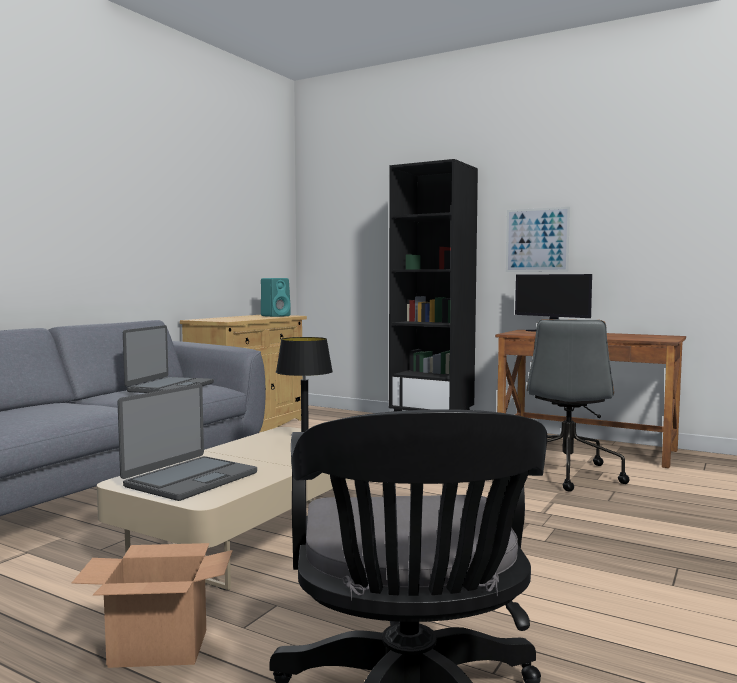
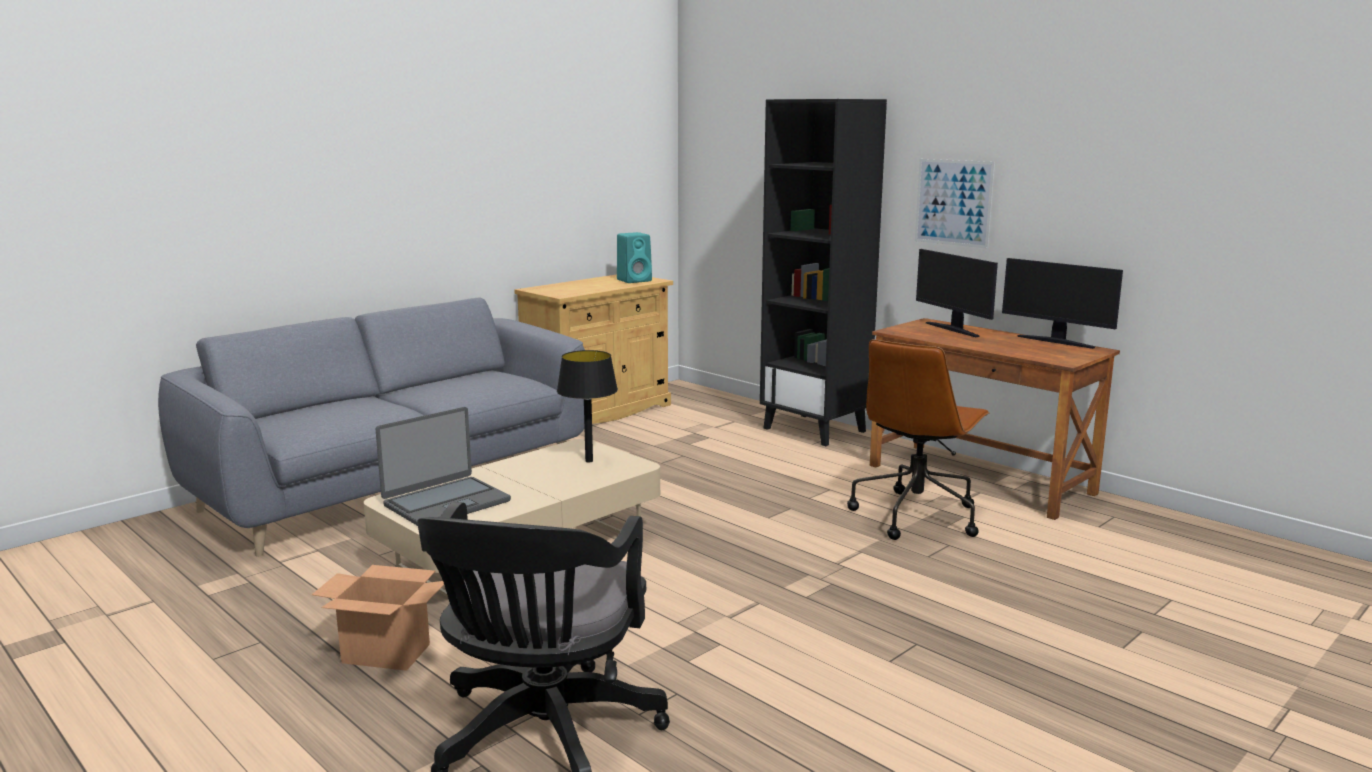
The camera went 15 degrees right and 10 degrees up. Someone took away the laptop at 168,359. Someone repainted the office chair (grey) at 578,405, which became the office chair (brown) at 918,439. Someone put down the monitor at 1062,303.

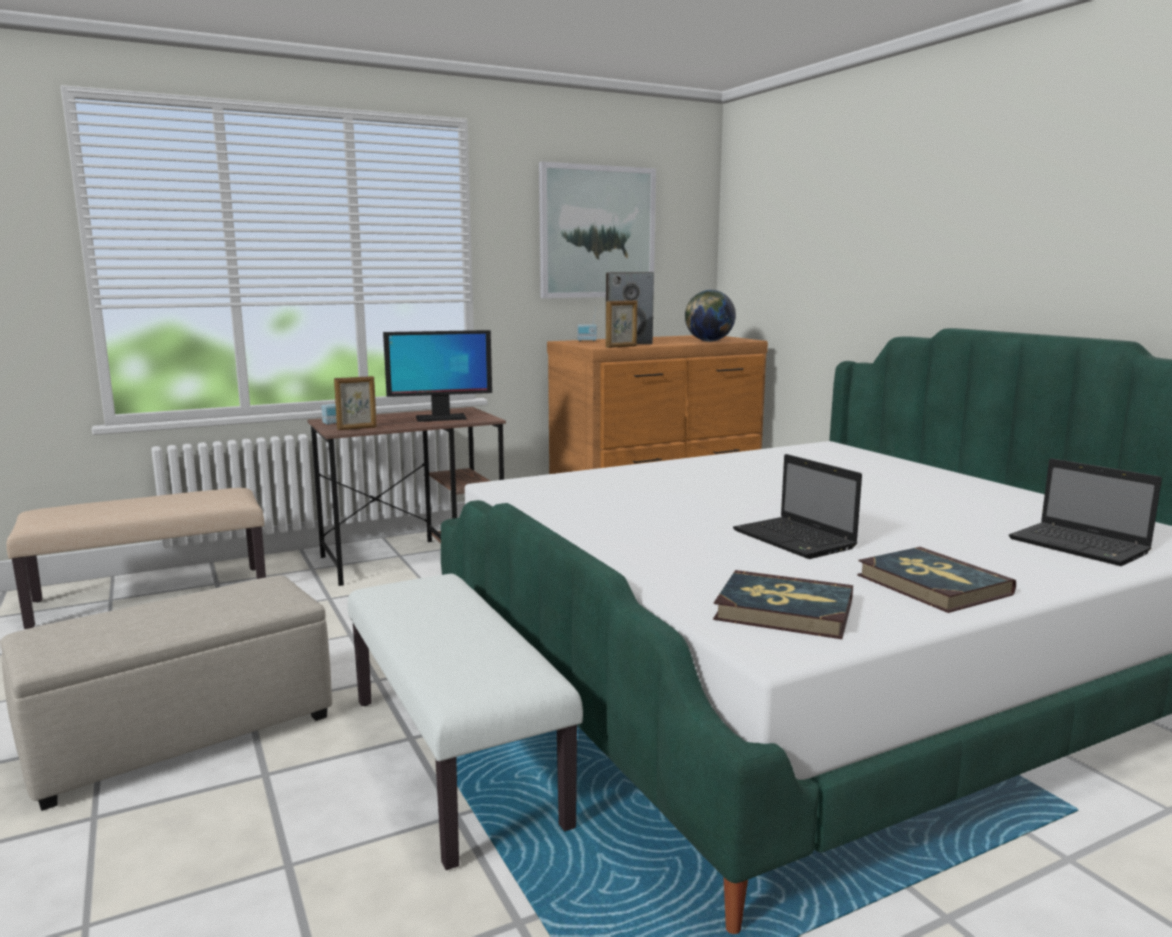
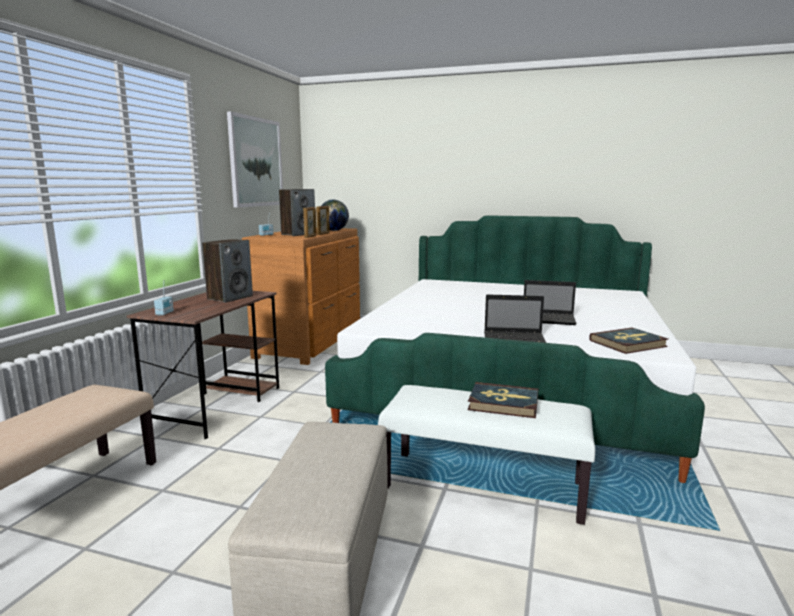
The camera went 45 degrees left and 0 degrees up. Someone carried the picture frame from 355,403 to 323,220. Someone swapped the monitor at 437,376 for the speaker at 227,271. Someone carried the book from 936,580 to 503,400. Someone carried the laptop from 1085,512 to 515,318.

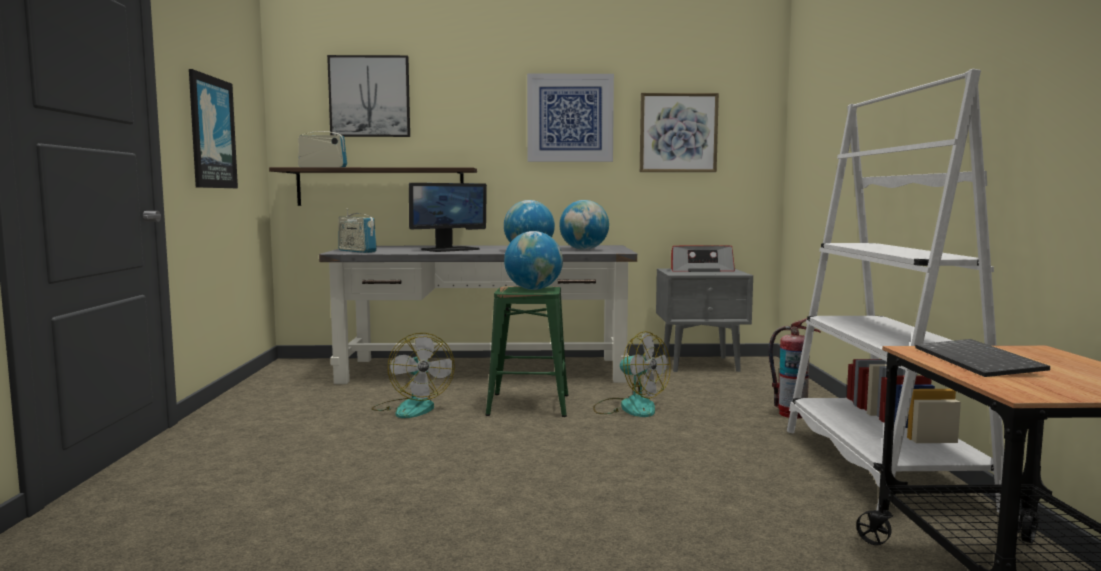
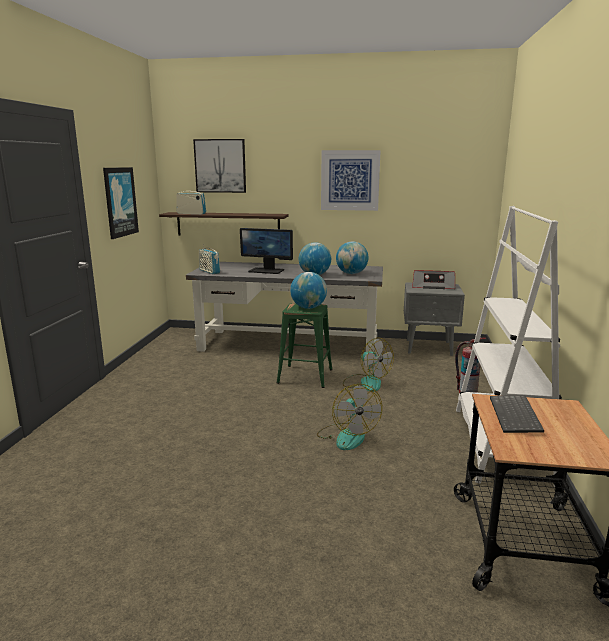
The camera went 10 degrees right and 10 degrees up. Someone carried the fan from 413,375 to 349,417. Someone rotated the monitor at 448,217 by 45 degrees clockwise. Someone took away the picture at 679,132.

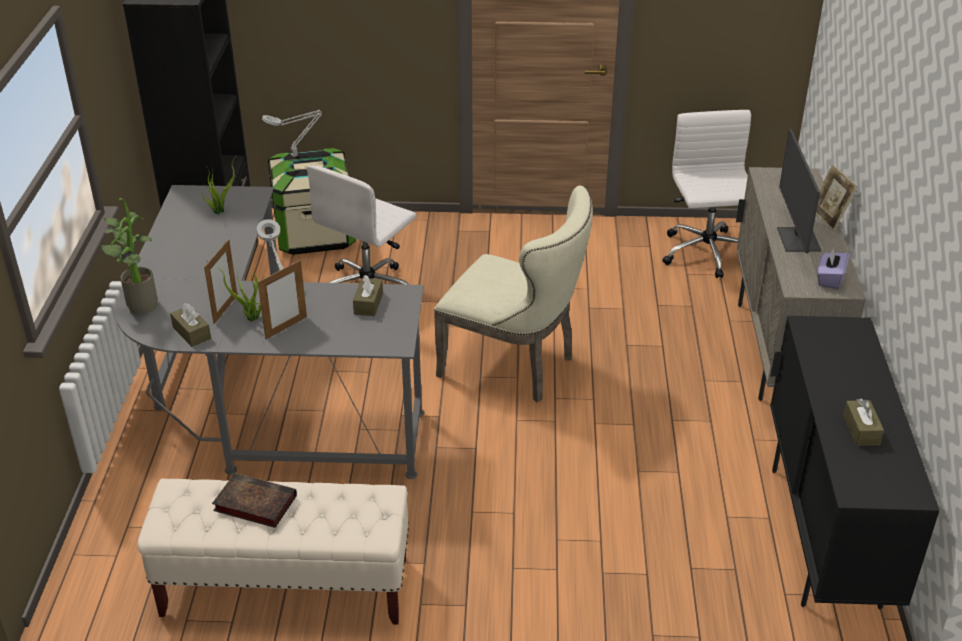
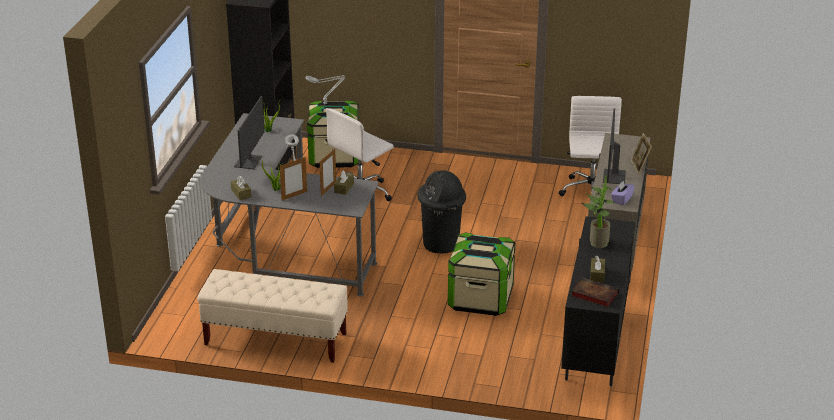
The camera went 10 degrees right and 5 degrees down. Someone carried the potted plant from 128,256 to 598,212. Someone carried the picture frame from 220,281 to 328,172. Someone carried the book from 254,500 to 594,292. Someone swapped the chair (beige) at 513,294 for the trash can (black) at 441,211. Someone put down the monitor at 249,132. Someone put down the storage box at 481,274.

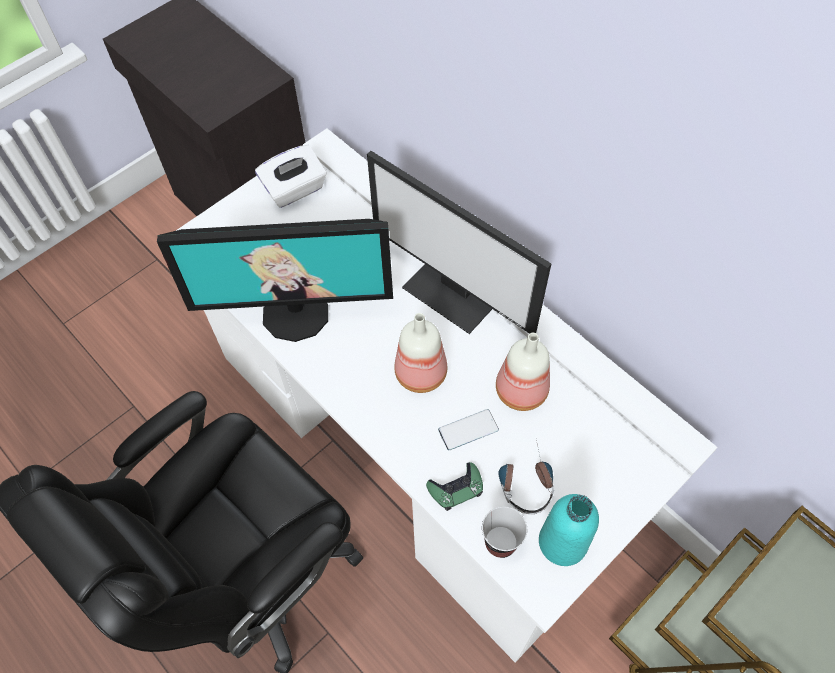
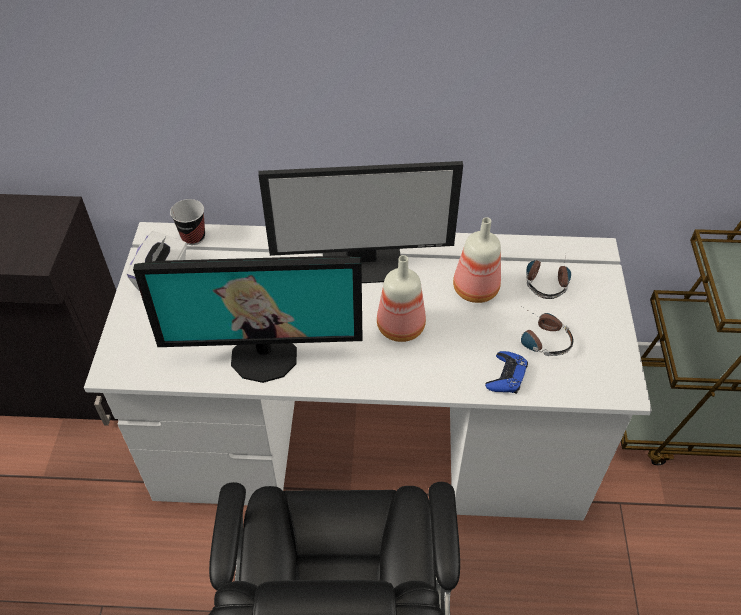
The camera went 45 degrees left and 10 degrees down. Someone rotated the monitor at 275,280 by 45 degrees clockwise. Someone repainted the game controller (green) at 454,486, which became the game controller (blue) at 506,372. Someone took away the phone at 468,429. Someone carried the cup from 504,532 to 187,222. Someone took away the bottle (turquoise) at 569,530. Someone put down the headphones at 548,276.

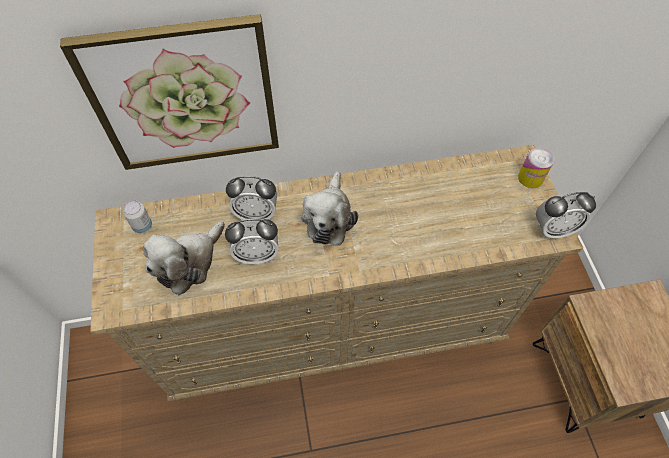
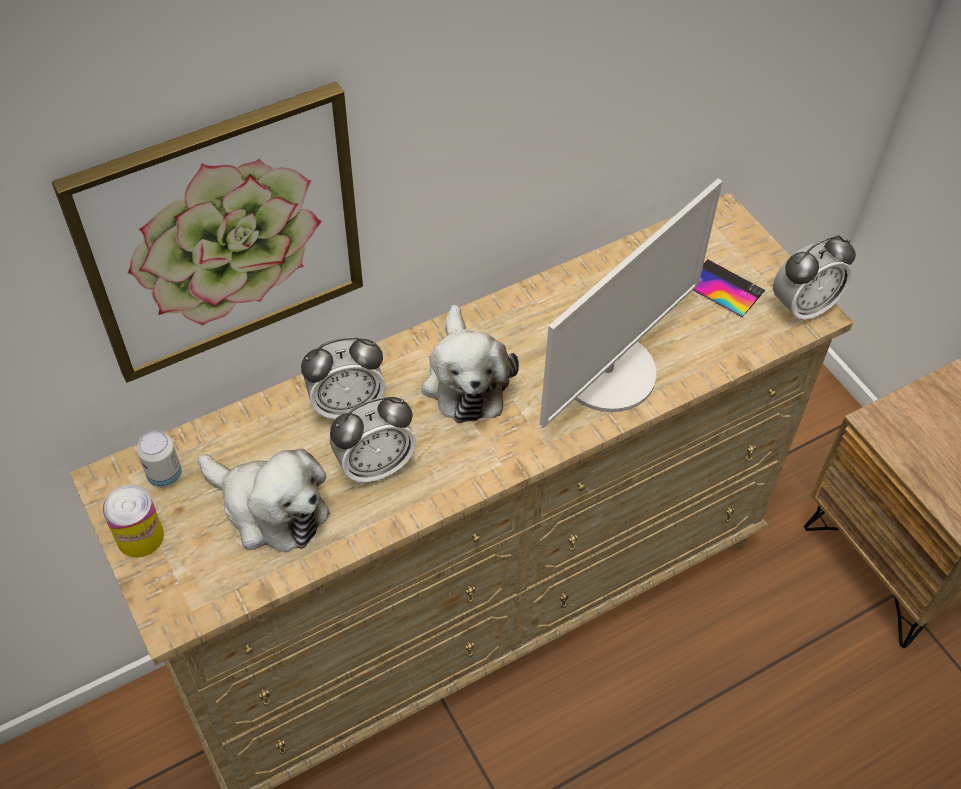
The camera went 20 degrees left and 5 degrees down. Someone rotated the plush toy at 184,258 by 75 degrees counterclockwise. Someone carried the can from 536,168 to 133,520. Someone put down the monitor at 631,302. Someone put down the phone at 729,288.

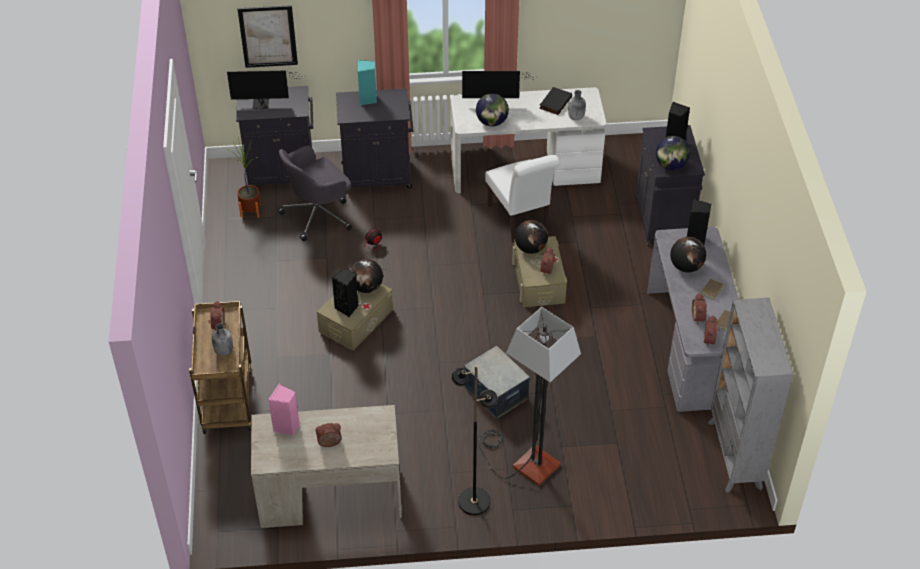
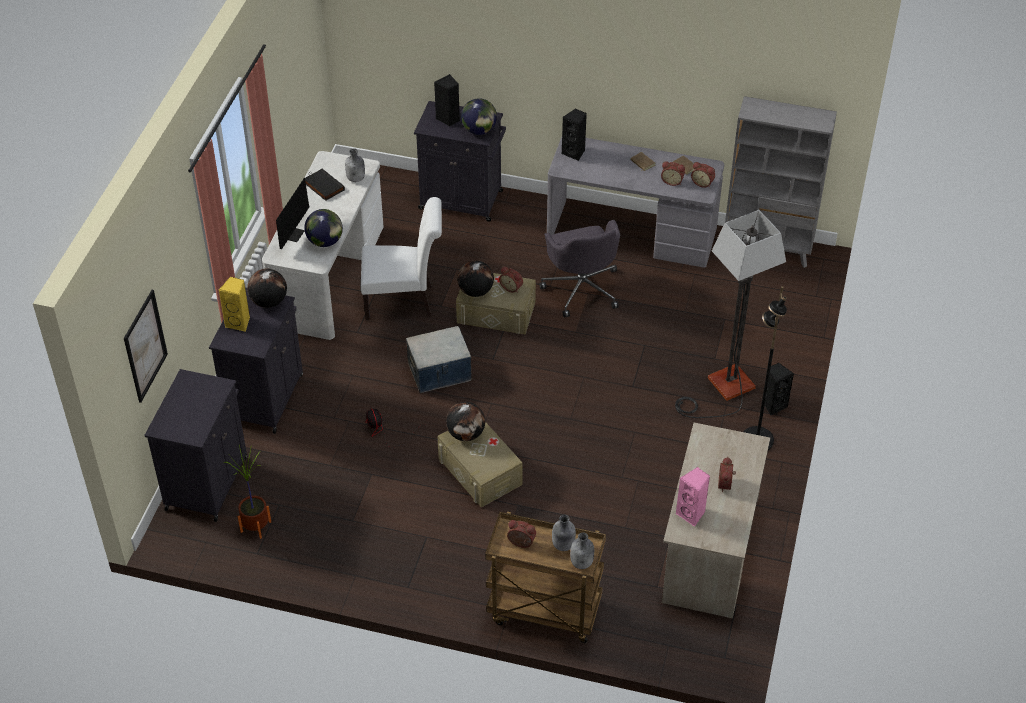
The camera went 70 degrees left and 0 degrees up. Someone took away the monitor at 266,90. Someone carried the office chair (grey) from 315,193 to 579,269. Someone carried the speaker (black) from 345,292 to 779,389. Someone repainted the speaker (turquoise) at 367,82, which became the speaker (yellow) at 234,304. Someone carried the storage box from 497,382 to 439,359. Someone carried the globe from 688,254 to 267,288. Someone put down the bottle (grey) at 582,550.

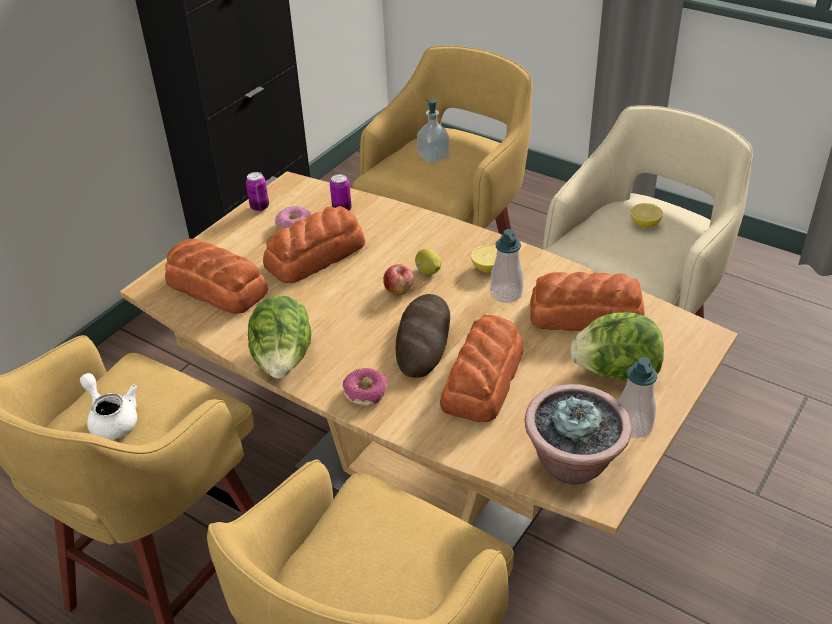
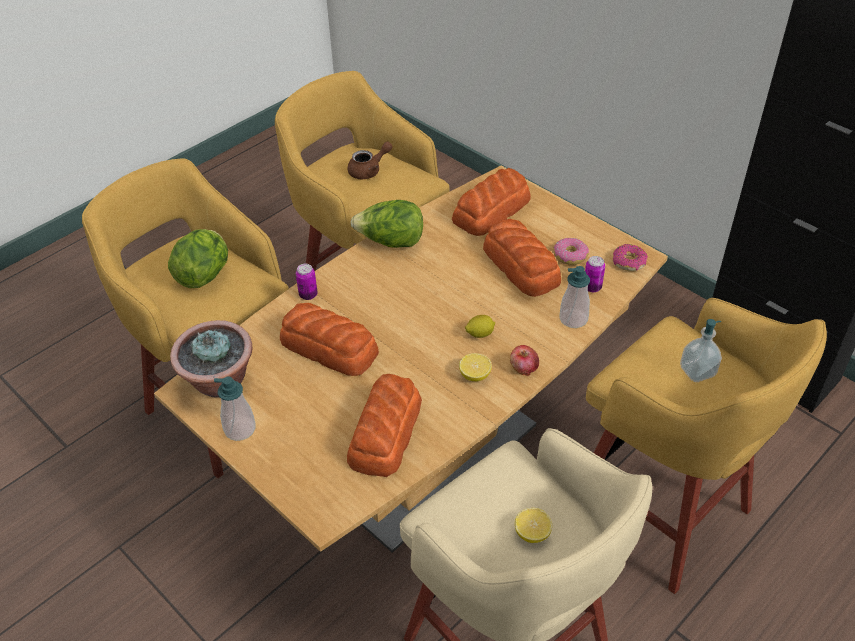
The camera went 100 degrees right and 5 degrees up. Someone repainted the teapot (white) at 108,406, which became the teapot (brown) at 370,160. Someone carried the can from 257,191 to 307,282. Someone carried the donut from 365,387 to 630,257. Someone carried the apple from 398,279 to 524,360. Someone took away the bread at 423,336. Someone carried the soap dispenser from 506,266 to 574,297. Someone carried the lettuce from 617,346 to 198,258.

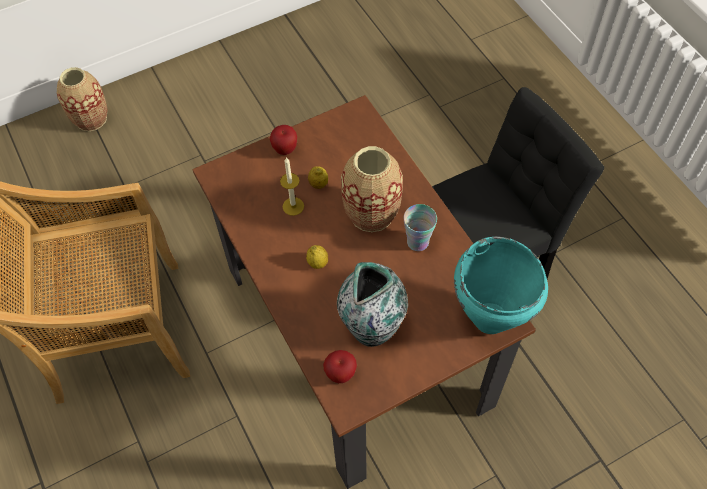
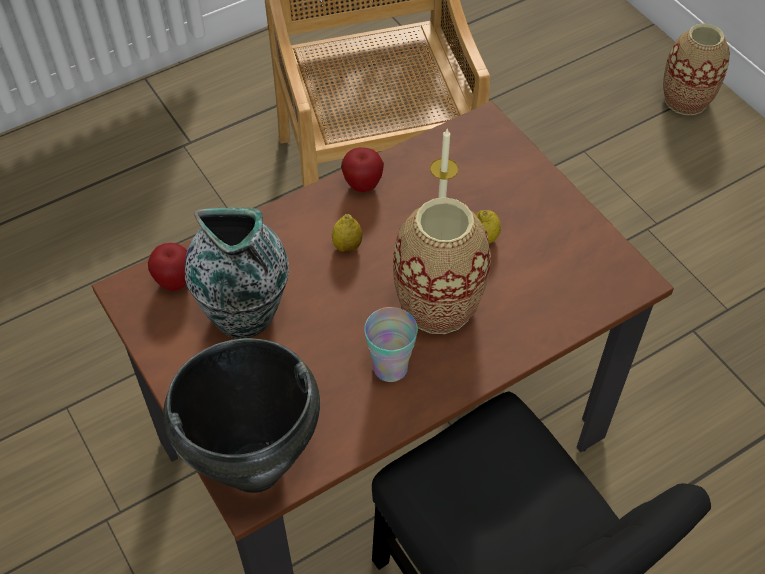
The camera went 85 degrees right and 5 degrees down. Someone carried the apple from 283,140 to 362,169. Someone repainted the cooking pot (turquoise) at 501,285, which became the cooking pot (black) at 241,415.

